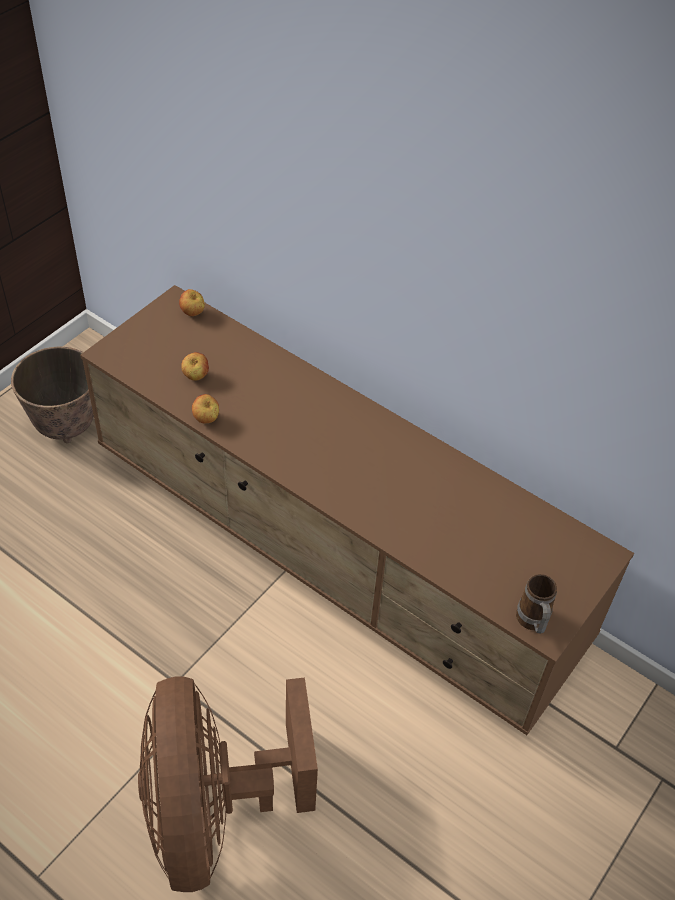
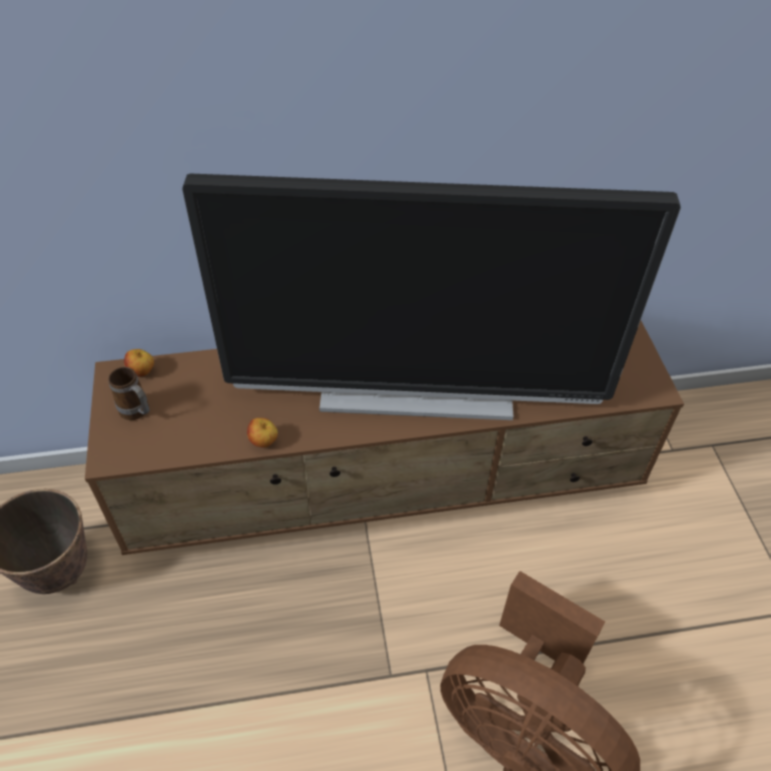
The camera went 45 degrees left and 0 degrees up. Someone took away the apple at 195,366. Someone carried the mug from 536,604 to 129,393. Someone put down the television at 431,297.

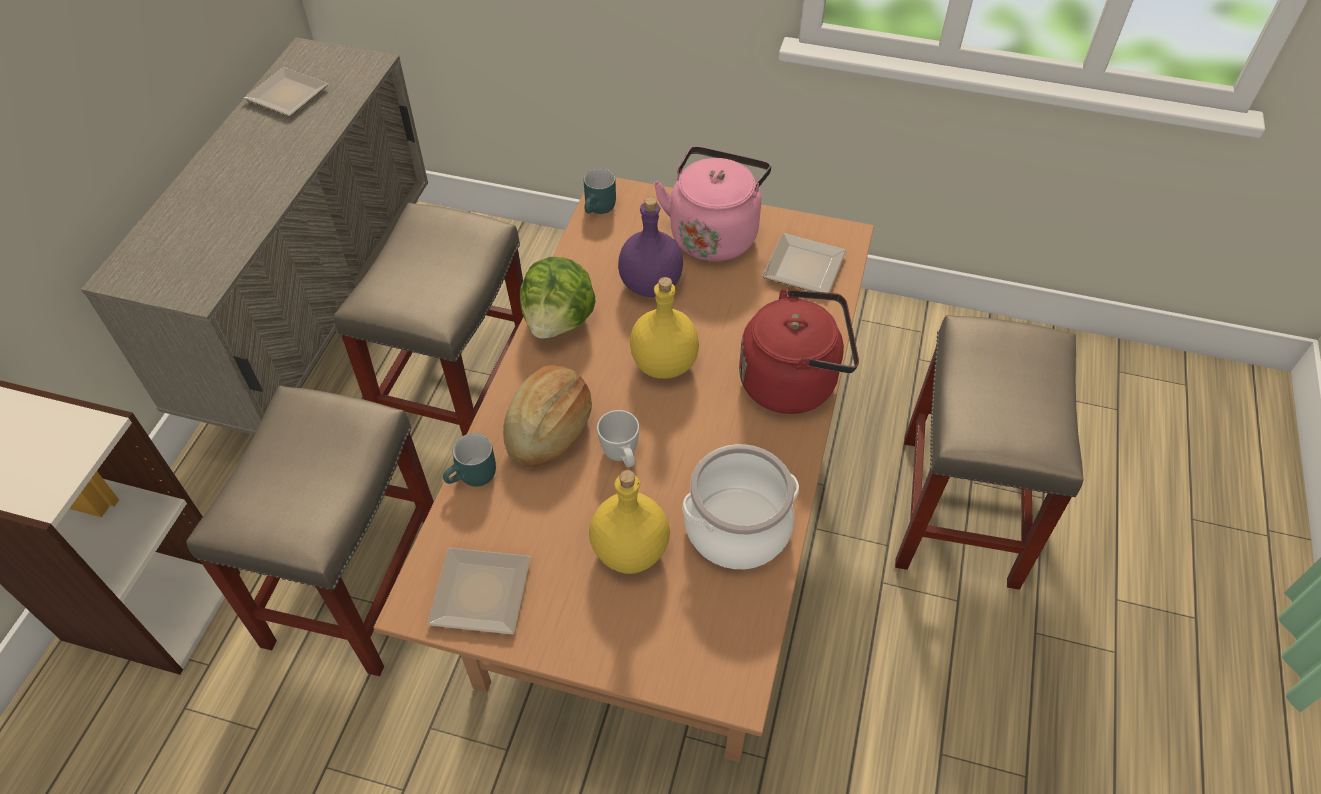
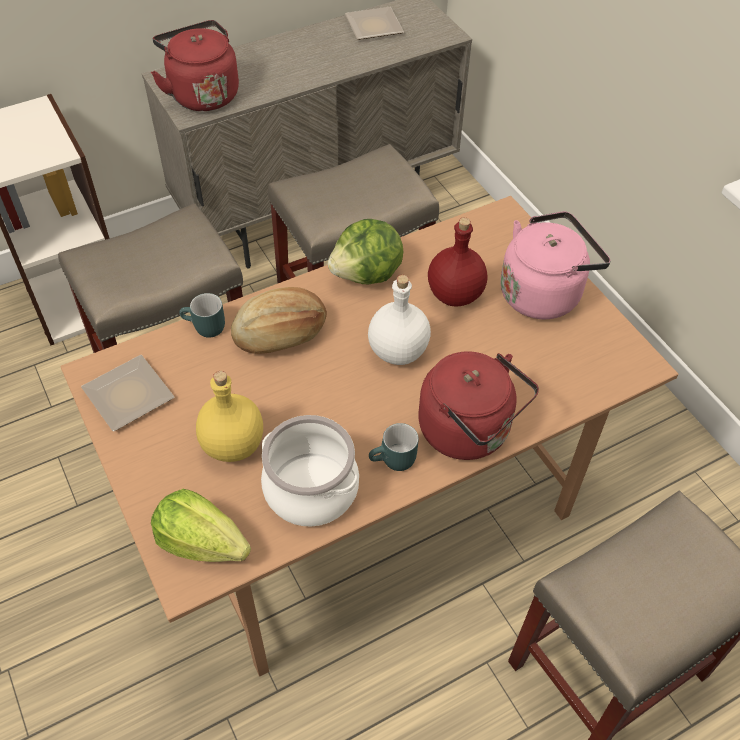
The camera went 45 degrees right and 0 degrees up. Someone carried the mug (turquoise) from 600,191 to 394,447. Someone took away the mug (white) at 618,438. Someone repainted the bottle (purple) at 650,247, which became the bottle (red) at 457,262. Someone repainted the bottle (yellow) at 664,328, which became the bottle (white) at 399,320. Someone took away the plate at 804,263. Someone put down the kettle (red) at 195,65. Someone put down the lettuce at 201,525.

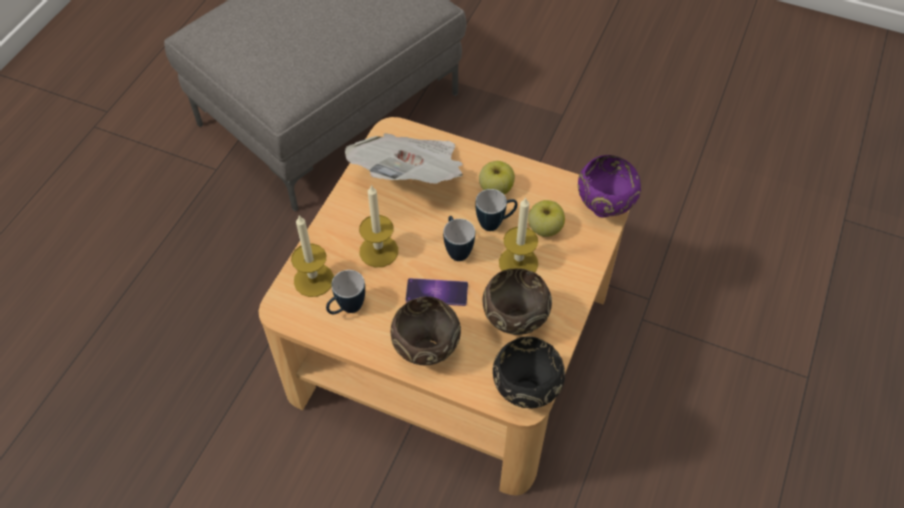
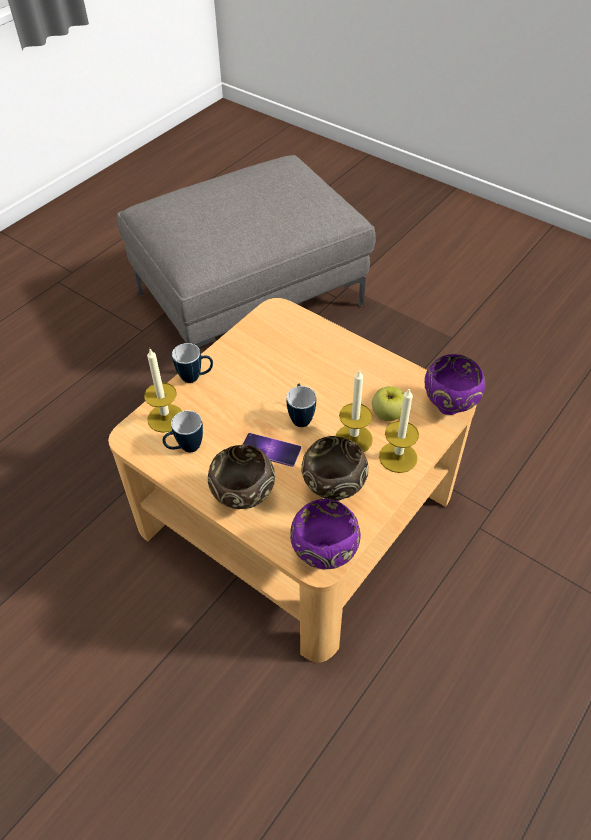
The camera went 15 degrees right and 5 degrees down. Someone took away the newspaper at 404,158. Someone carried the candle from 378,226 to 399,431. Someone carried the mug from 496,210 to 192,363. Someone took away the apple at 497,177. Someone repainted the bowl (black) at 529,372, which became the bowl (purple) at 325,534.

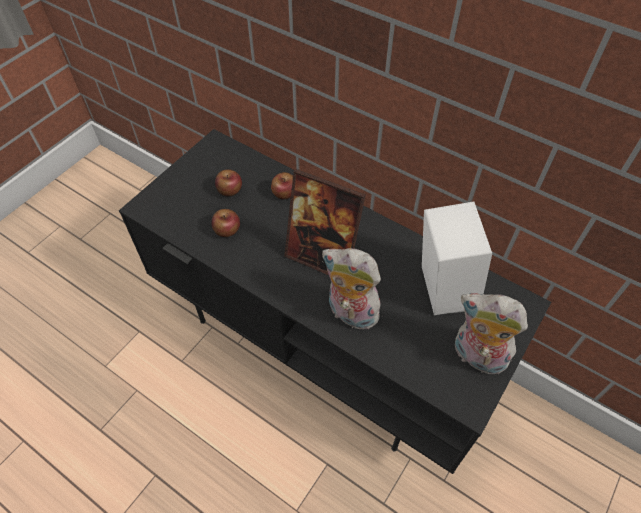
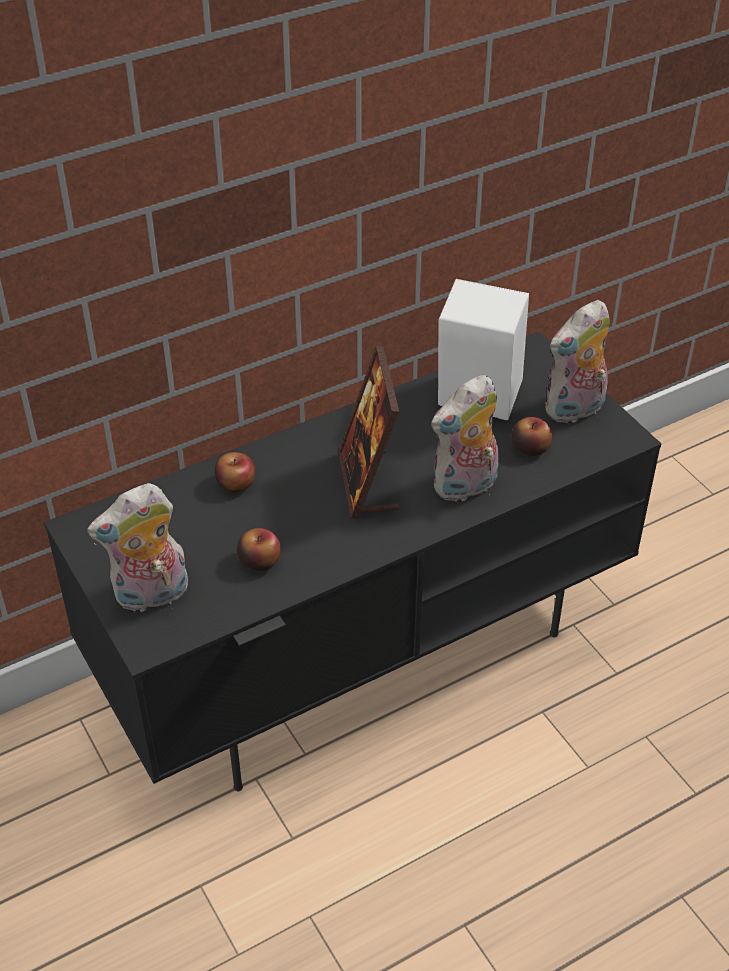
The camera went 65 degrees left and 10 degrees down. Someone carried the apple from 228,182 to 531,436. Someone rotated the picture frame at 325,222 by 120 degrees clockwise. Someone put down the plush toy at 137,548.

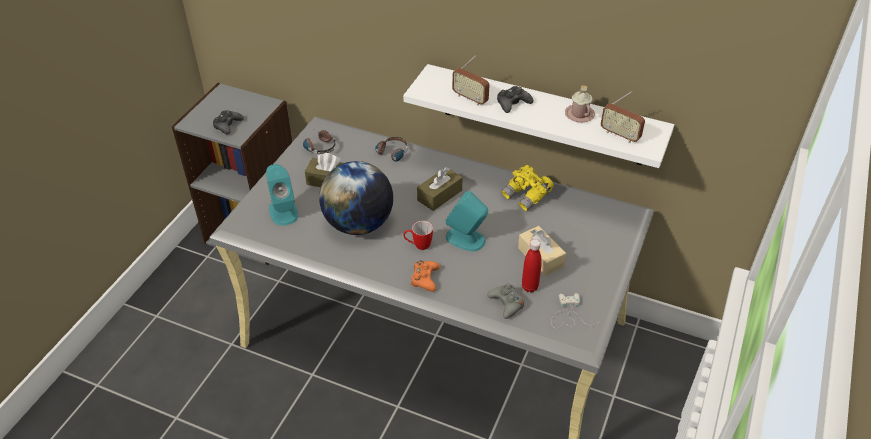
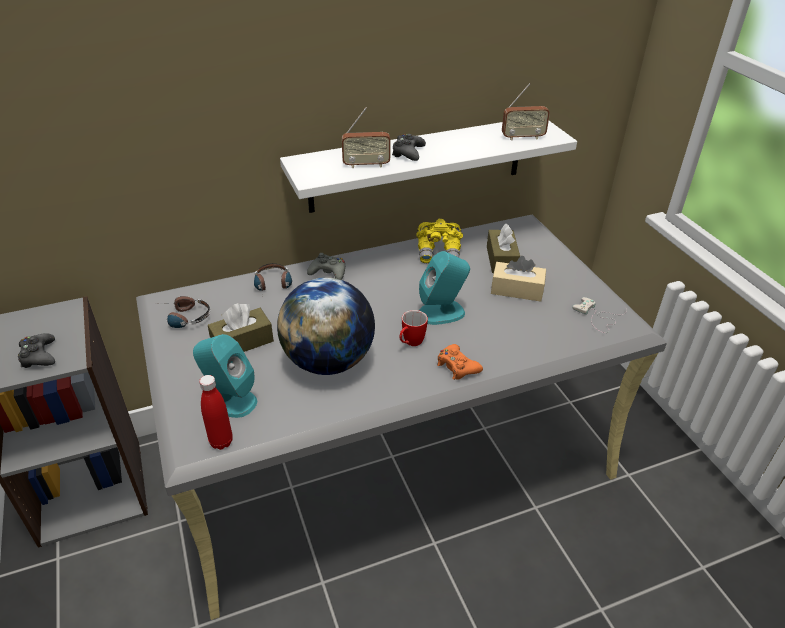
The camera went 45 degrees left and 5 degrees down. Someone carried the tissue box (brown) from 440,189 to 503,248. Someone carried the game controller (grey) from 505,301 to 326,266. Someone carried the bottle (red) from 532,265 to 216,412. Someone took away the mug (pink) at 580,104.

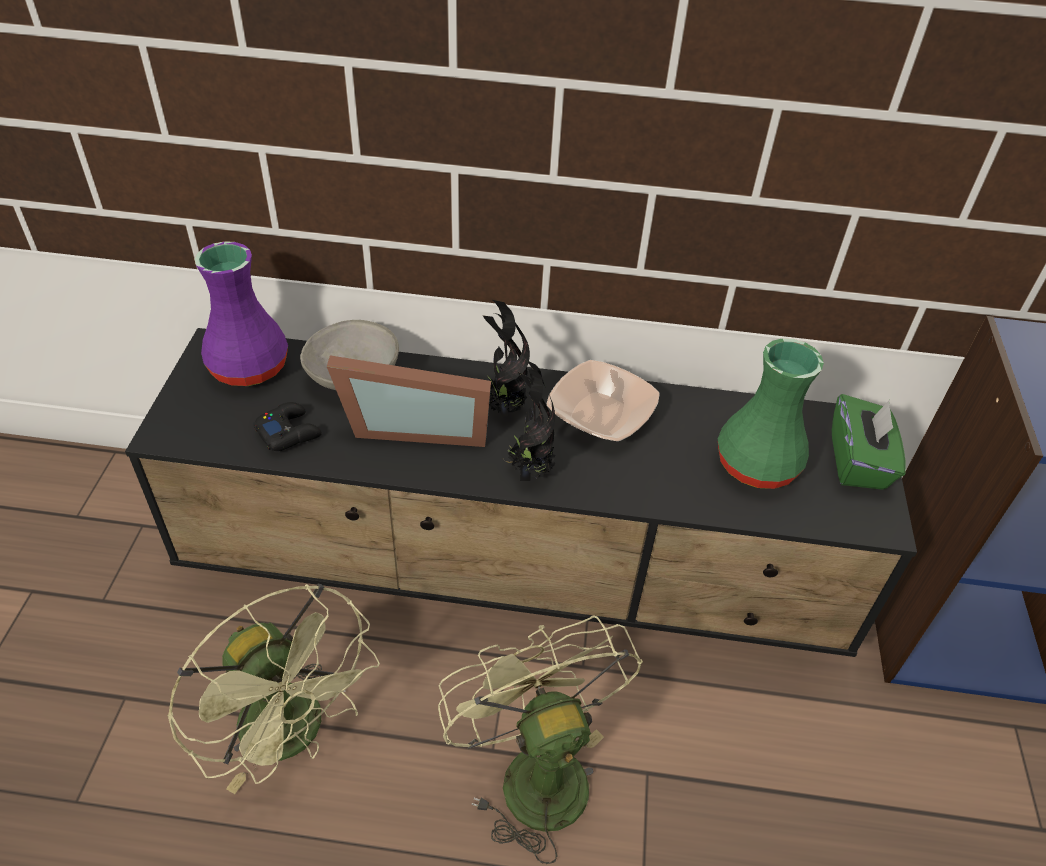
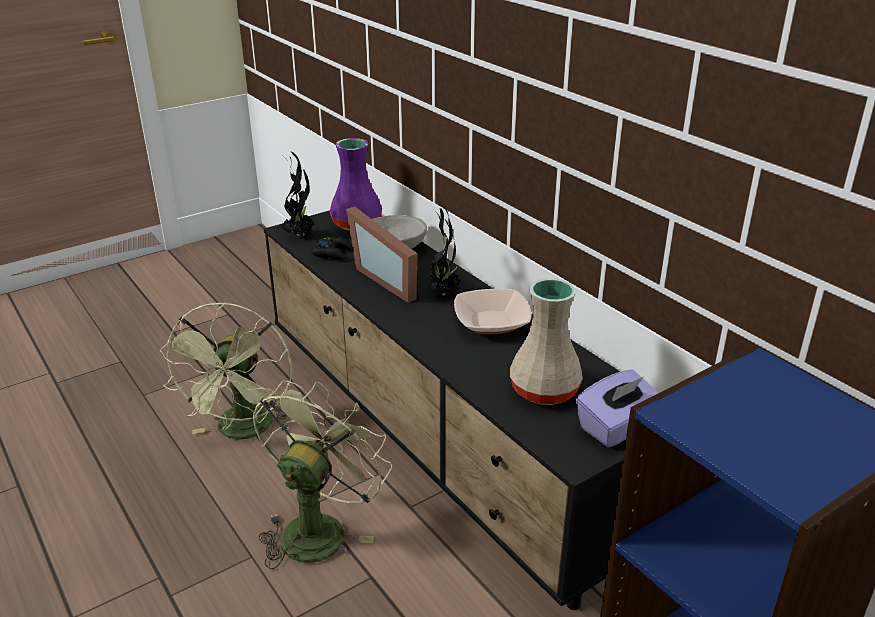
The camera went 50 degrees right and 15 degrees down. Someone carried the potted plant from 530,420 to 297,193. Someone repainted the vase (green) at 771,413, which became the vase (beige) at 546,341. Someone repainted the tissue box (green) at 869,442, which became the tissue box (purple) at 617,408.

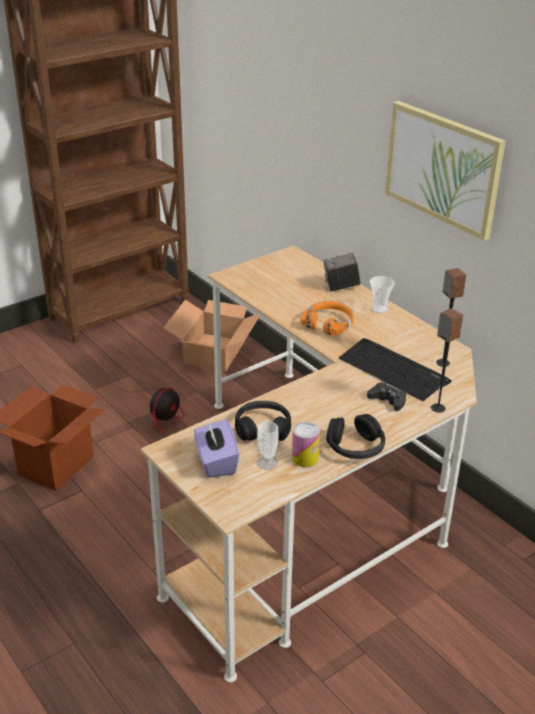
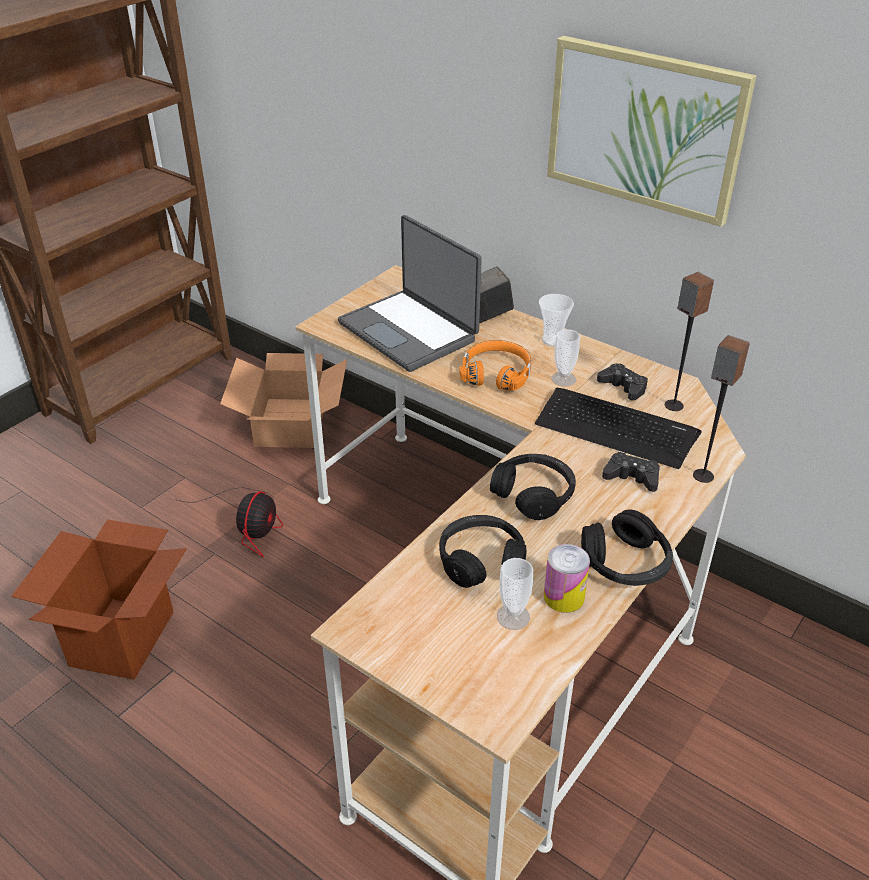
The camera went 15 degrees left and 5 degrees up. Someone took away the tissue box (purple) at 216,448. Someone put down the laptop at 410,293. Someone put down the headphones (black) at 533,487. Someone put down the cup at 565,358. Someone put down the game controller (black) at 622,382.

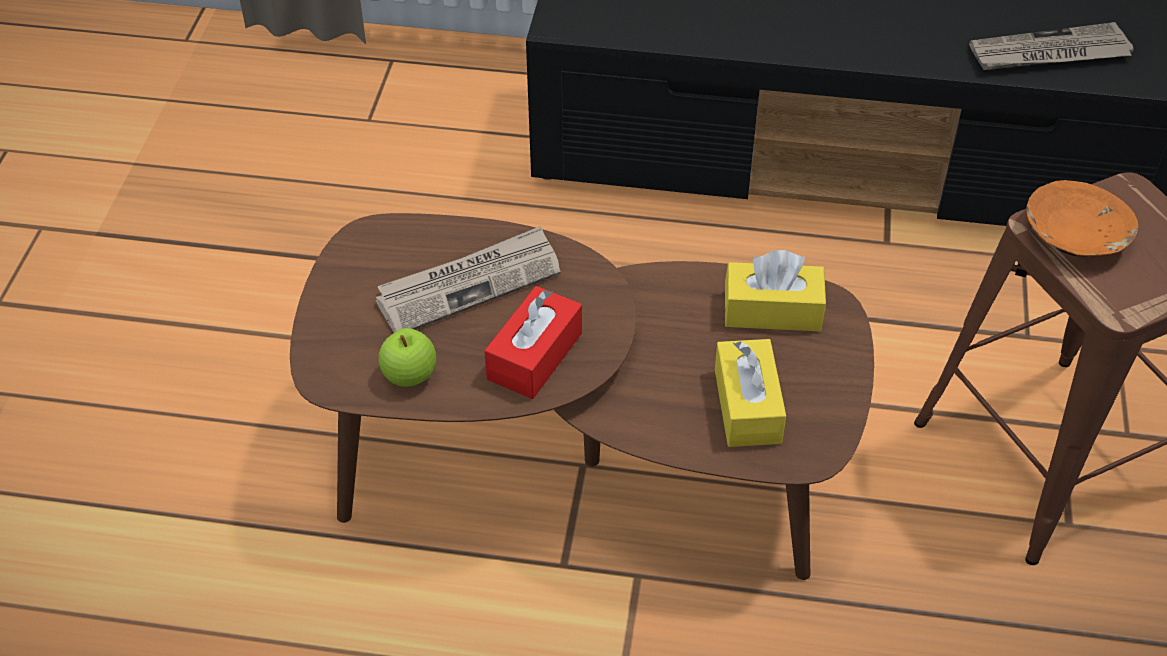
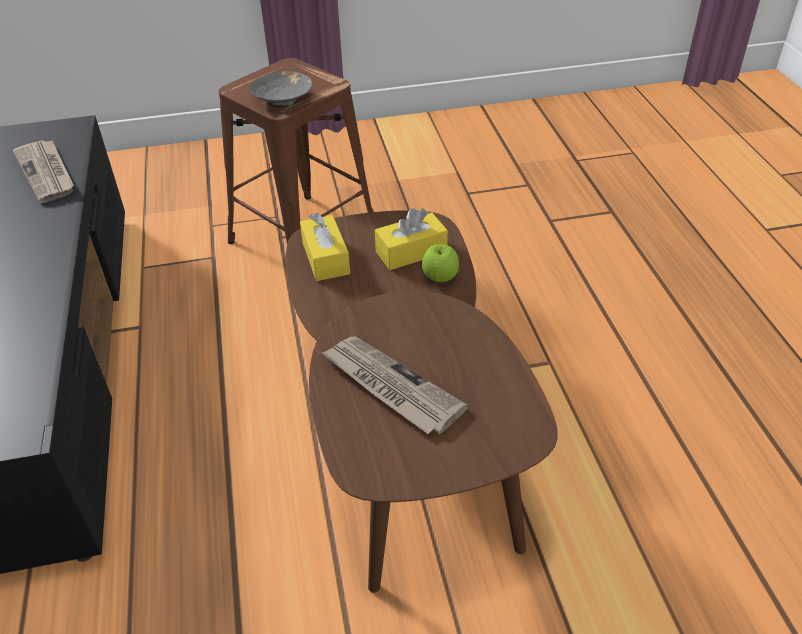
The camera went 110 degrees left and 5 degrees down. Someone carried the apple from 407,357 to 440,263. Someone took away the tissue box (red) at 533,342. Someone repainted the bowl (orange) at 1082,218, which became the bowl (grey) at 280,89.

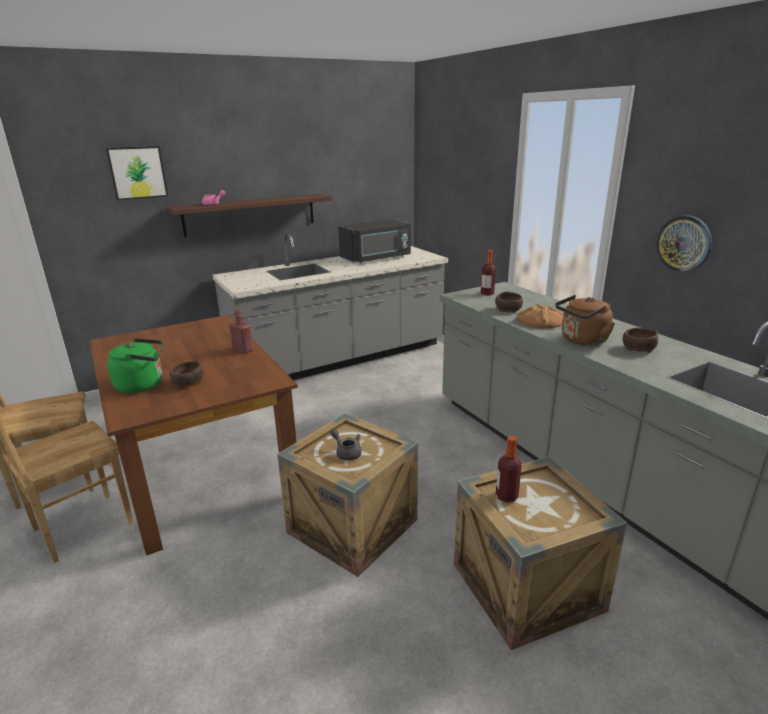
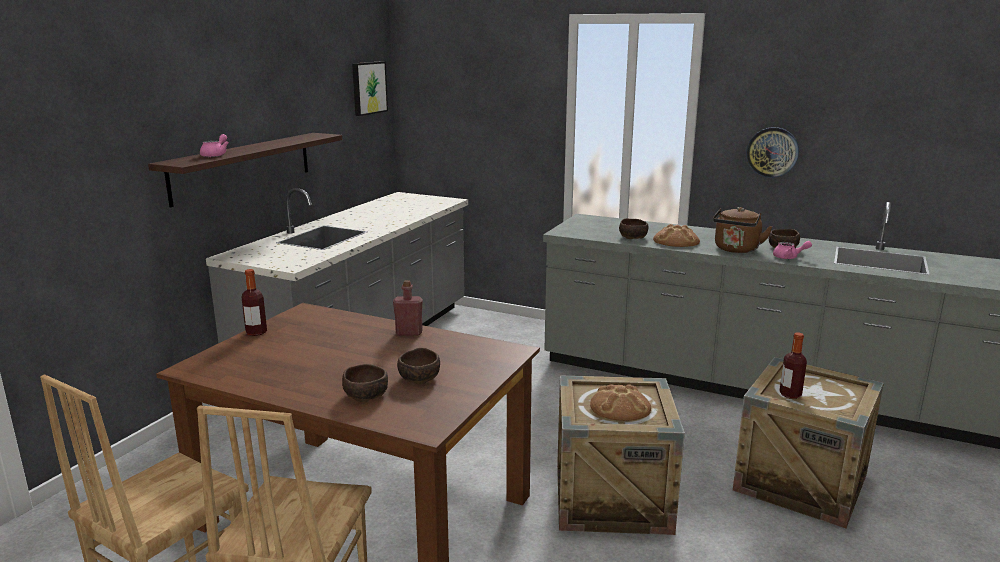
The camera went 35 degrees left and 5 degrees down. Someone carried the picture from 137,173 to 370,88. Someone swapped the kettle (green) at 135,365 for the bowl (brown) at 365,383. Someone swapped the teapot (grey) at 345,445 for the bread at 620,402. Someone took away the microwave (black) at 374,241. Someone carried the bottle from 488,272 to 254,302. Someone put down the teapot (pink) at 792,250.

